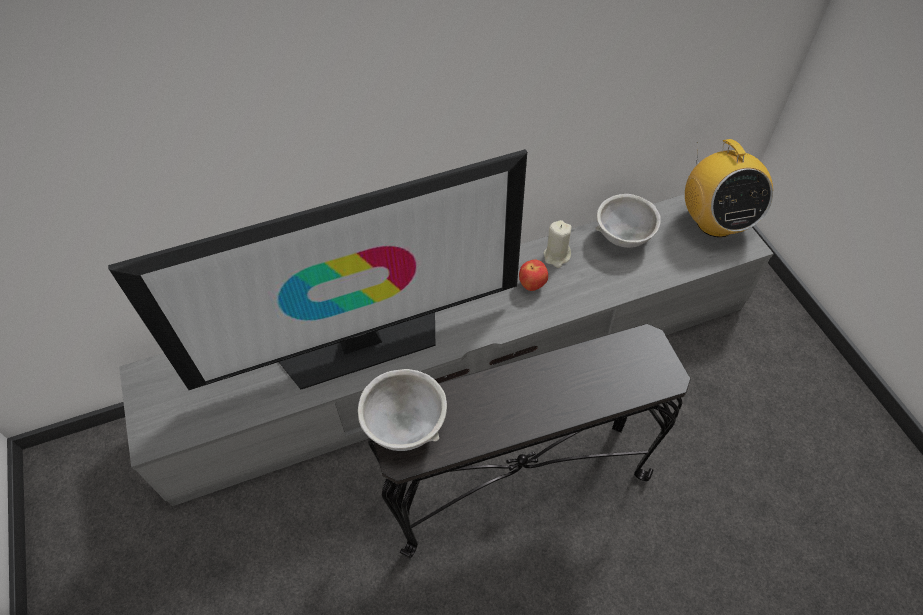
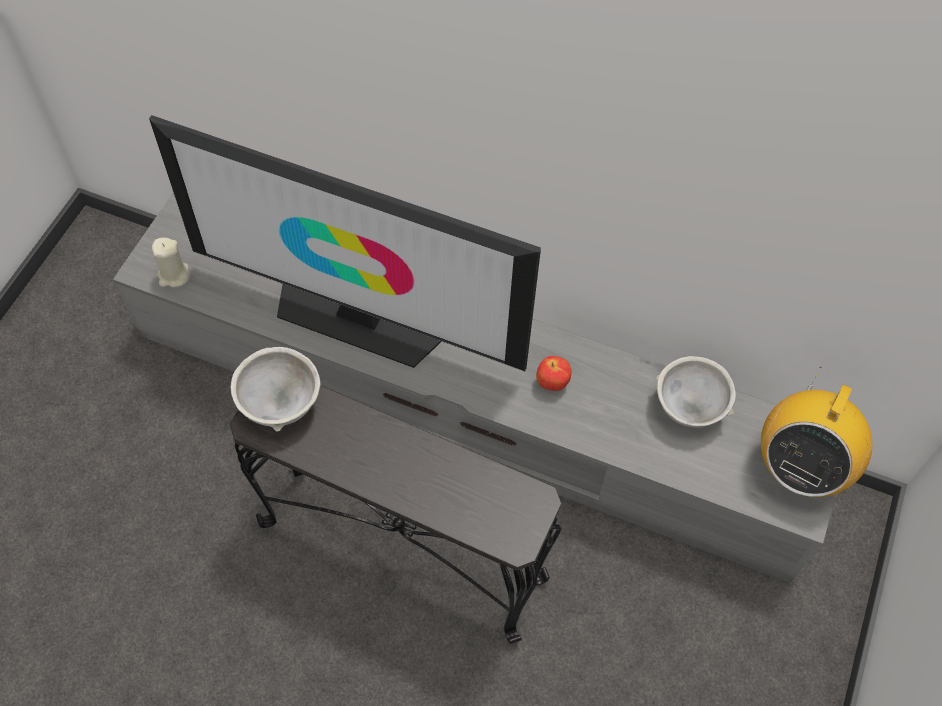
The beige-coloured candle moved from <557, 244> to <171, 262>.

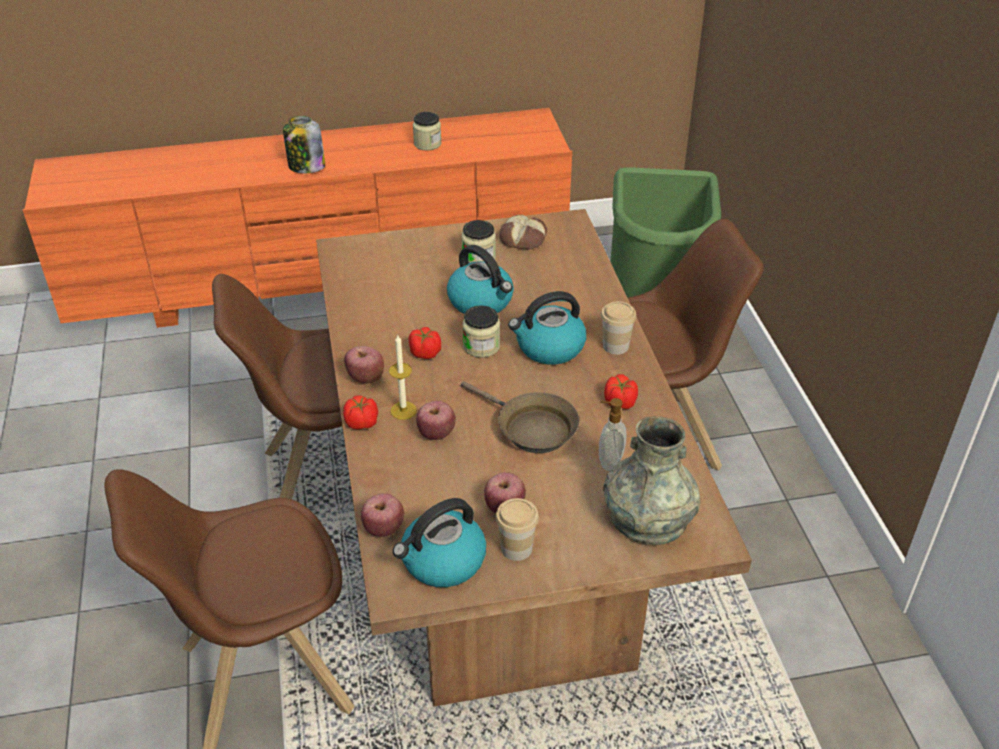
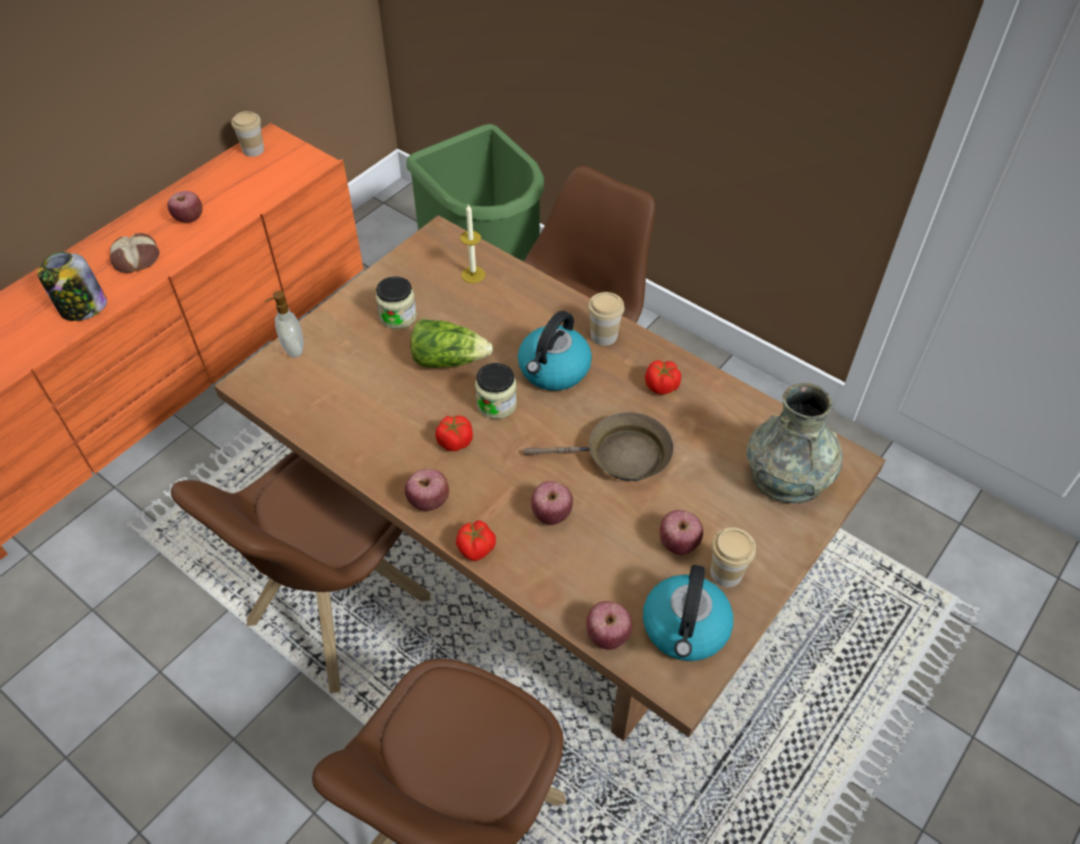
The candle moved from <403, 377> to <472, 243>. The storage jar at <427, 131> was replaced by the whole apple at <185, 207>. The kettle at <480, 279> was replaced by the lettuce head at <452, 343>. The bread moved from <523, 232> to <134, 253>. The soap dispenser moved from <613, 434> to <284, 324>. The drinking cup at <247, 134> appeared.

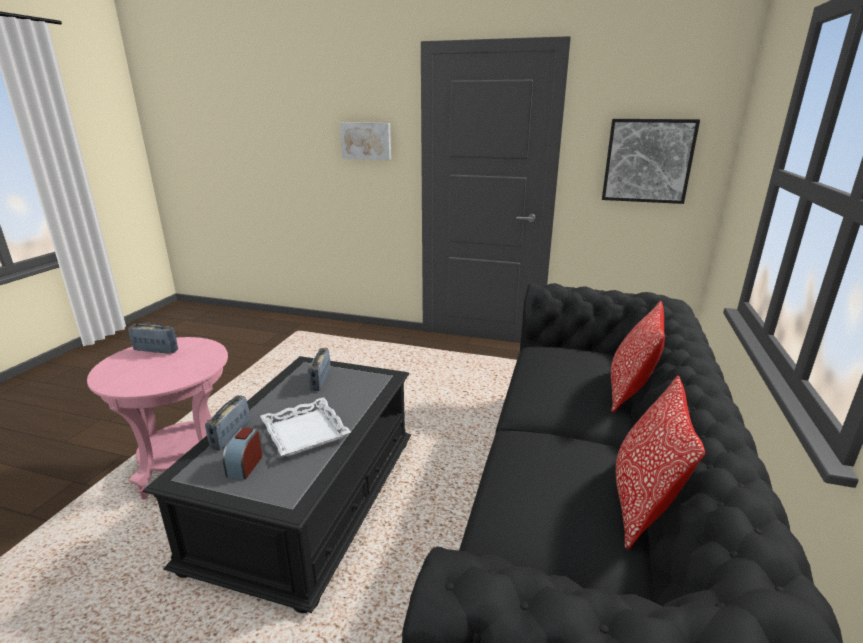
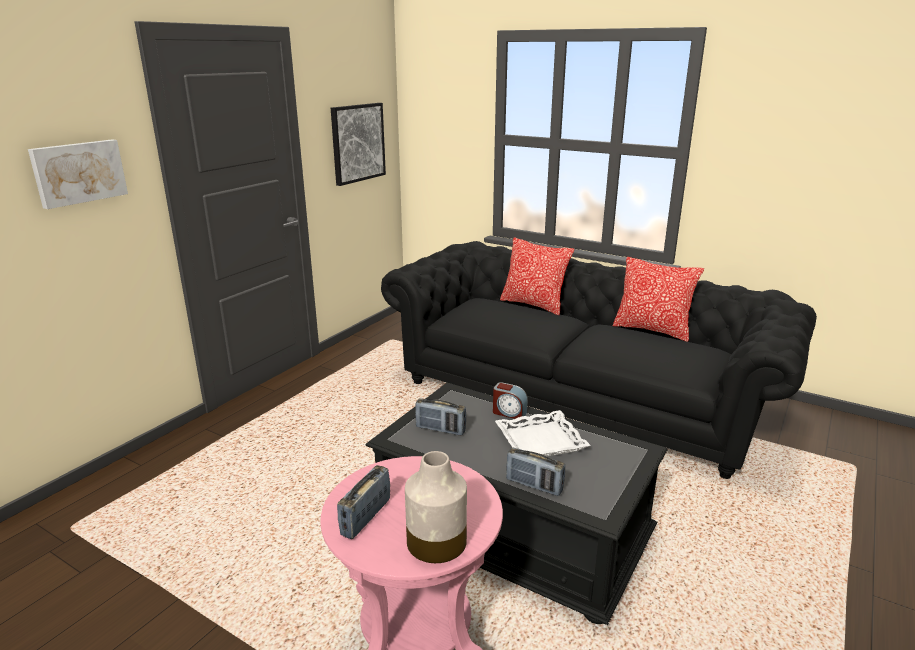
The alarm clock moved from <242, 453> to <510, 400>. The beige-coloured flower vase at <436, 507> appeared.

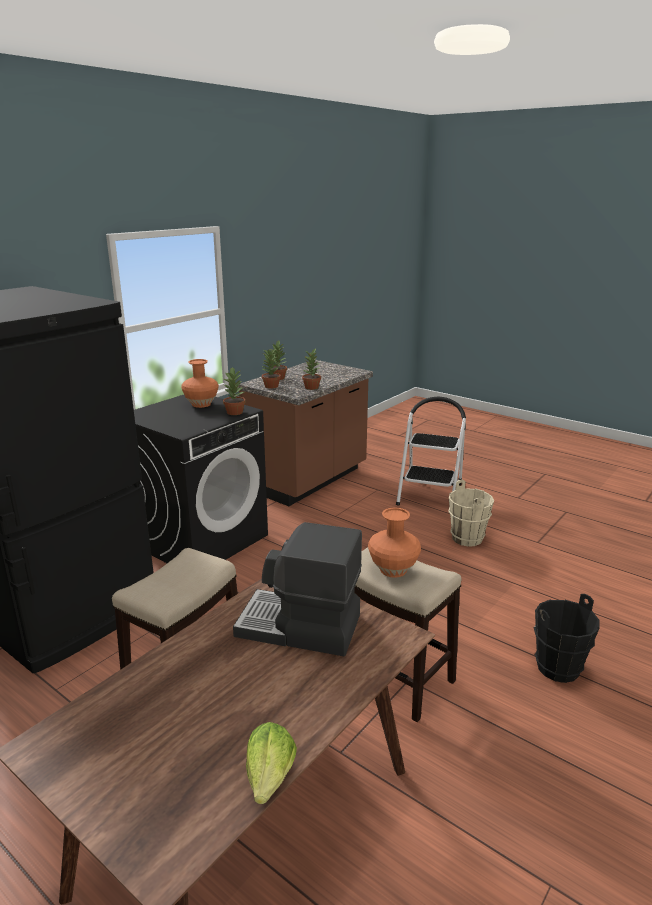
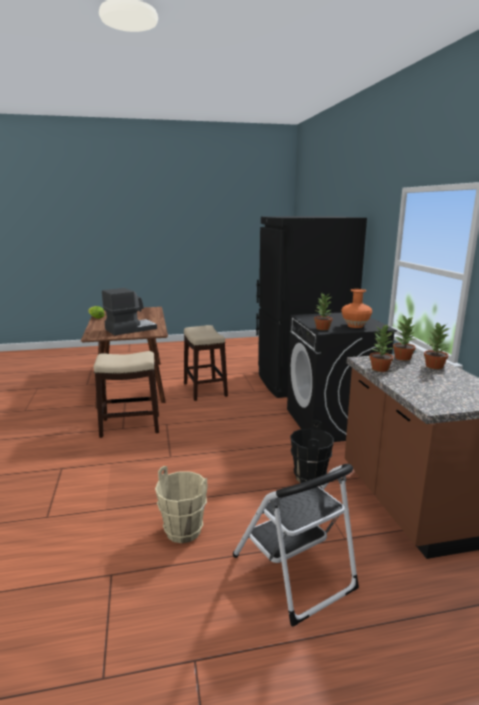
The orangey flower vase at <394, 542> disappeared. The black-coloured water bucket moved from <567, 638> to <312, 451>.

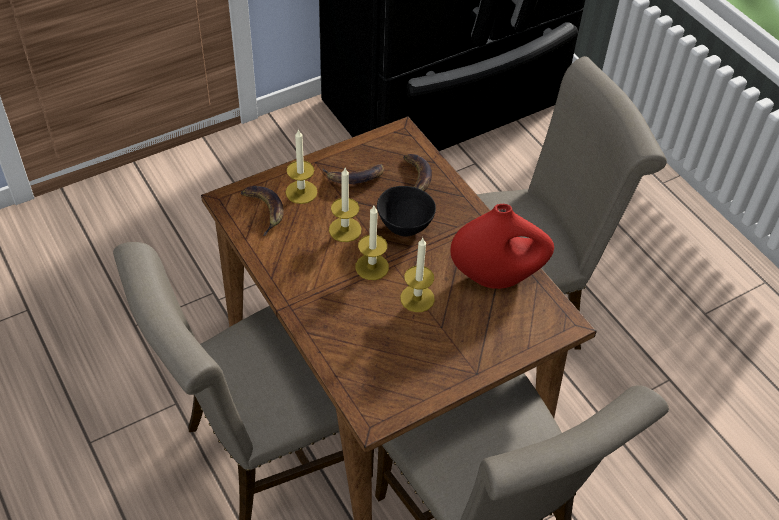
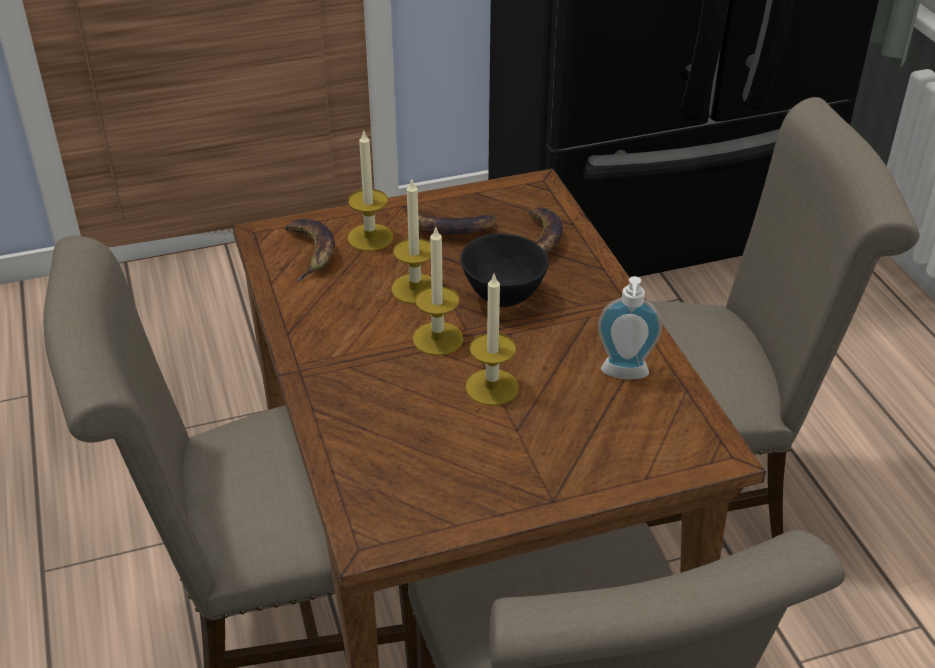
The reddish flower vase at <502, 246> was replaced by the soap dispenser at <630, 327>.

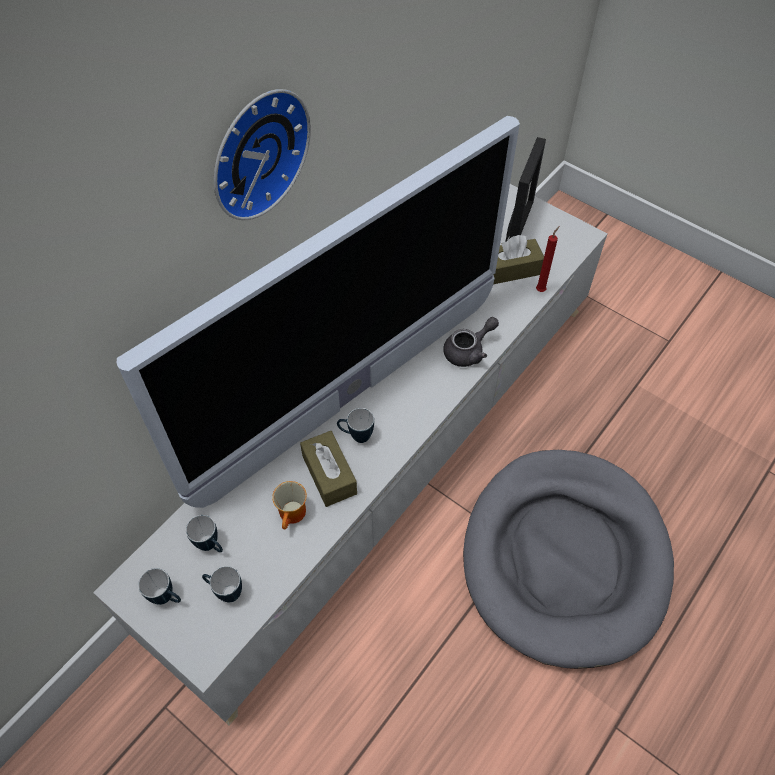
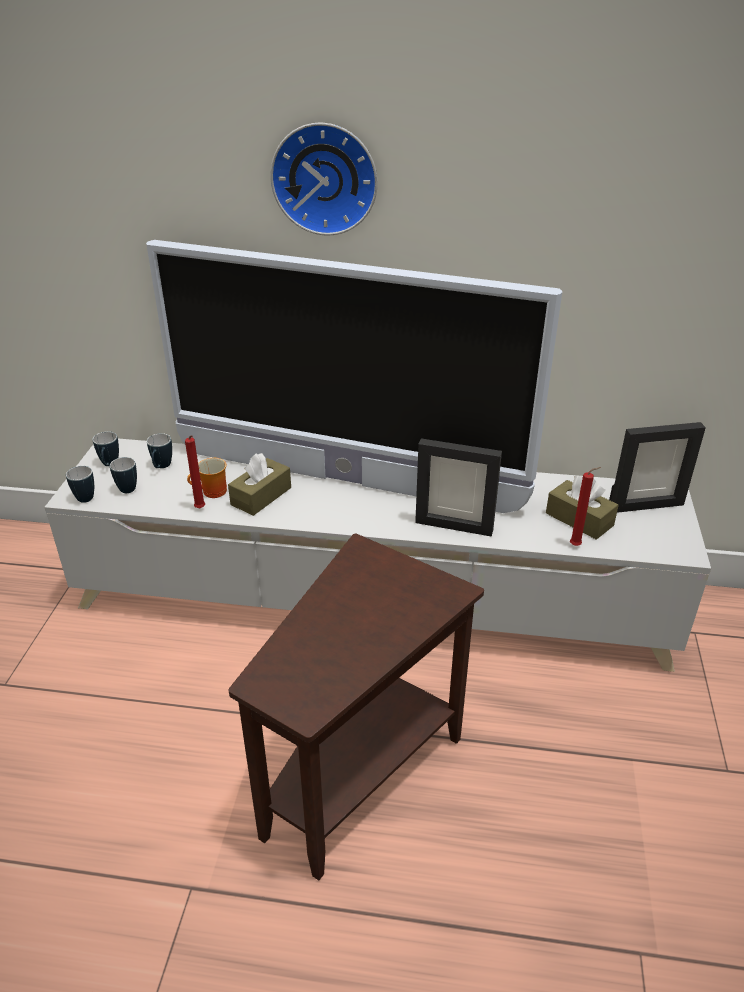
The mug moved from <355, 425> to <80, 484>. The gray pot for tea at <471, 342> was replaced by the photo frame at <458, 487>. The gray pet bed at <568, 559> was replaced by the brown side table at <356, 706>. The reddish candle at <195, 472> appeared.

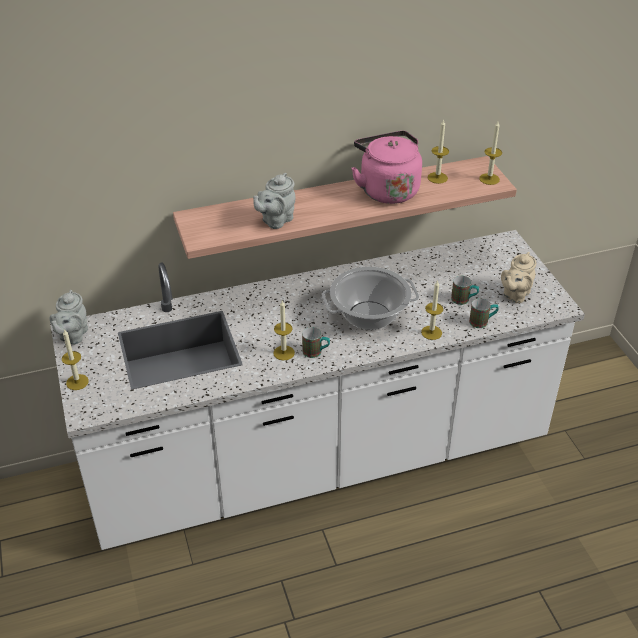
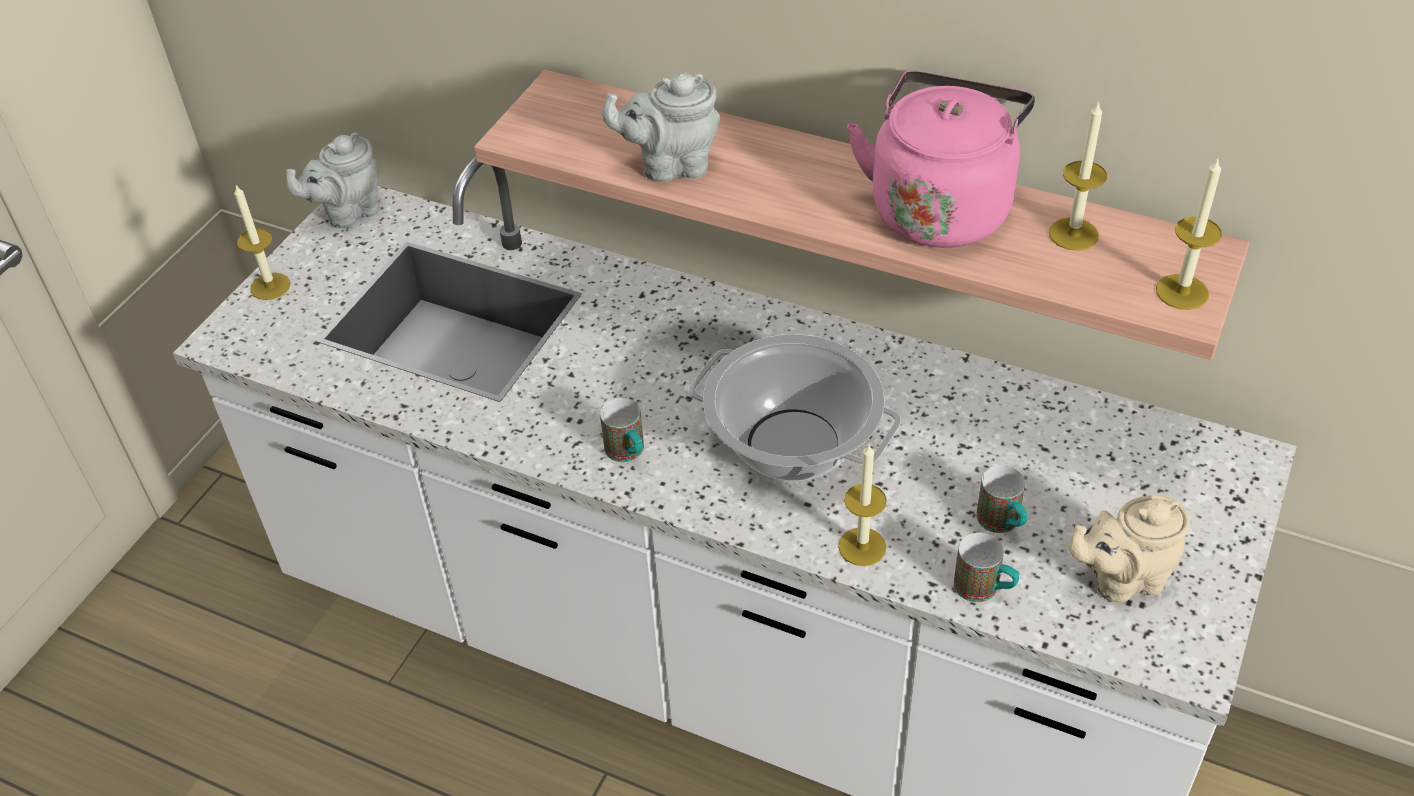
The candle at <284, 331> disappeared.

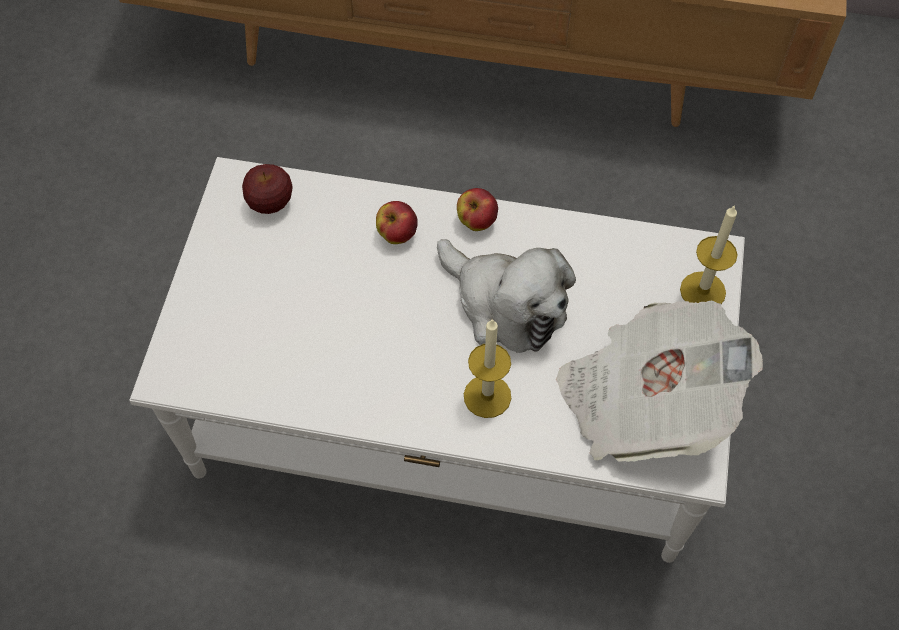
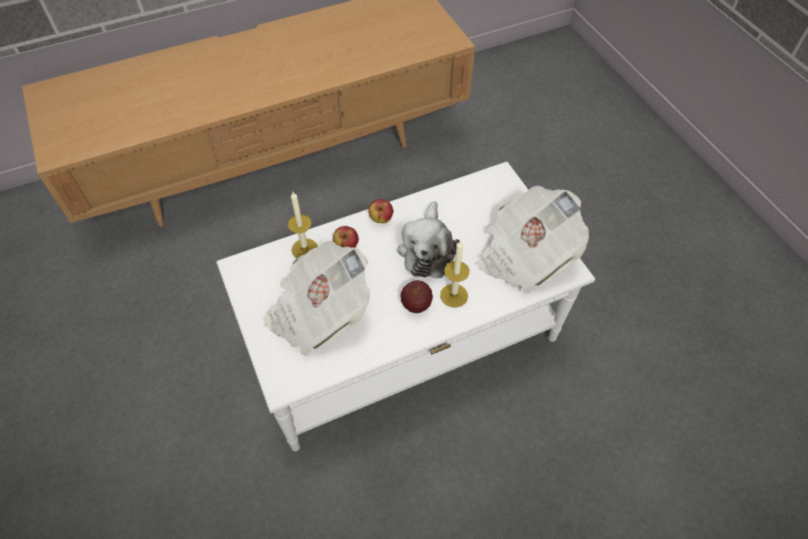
The whole apple moved from <267, 189> to <416, 296>. The plush toy at <506, 296> turned 90 degrees clockwise. The candle moved from <709, 254> to <303, 225>. The daily paper at <316, 298> appeared.

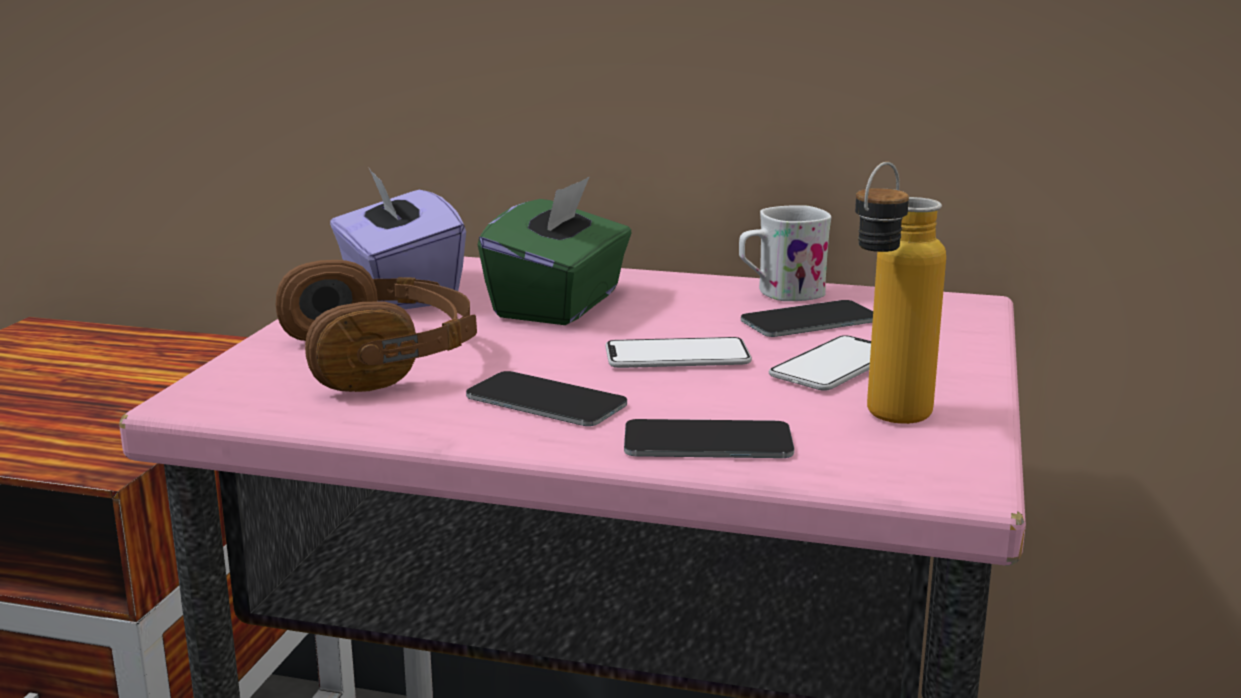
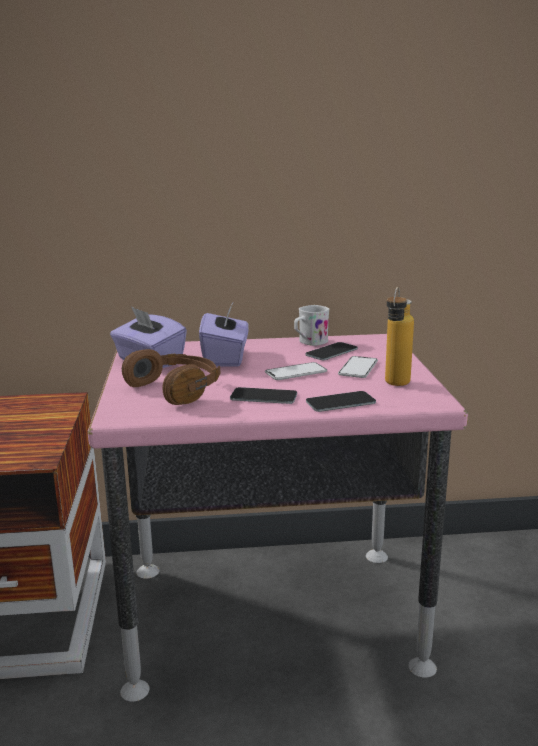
The green box of tissues at <554, 250> became the purplish box of tissues at <224, 335>.

